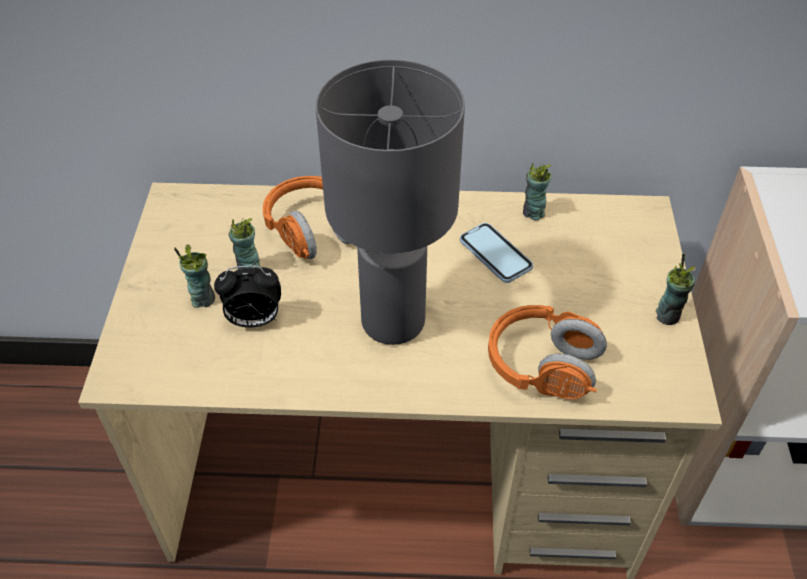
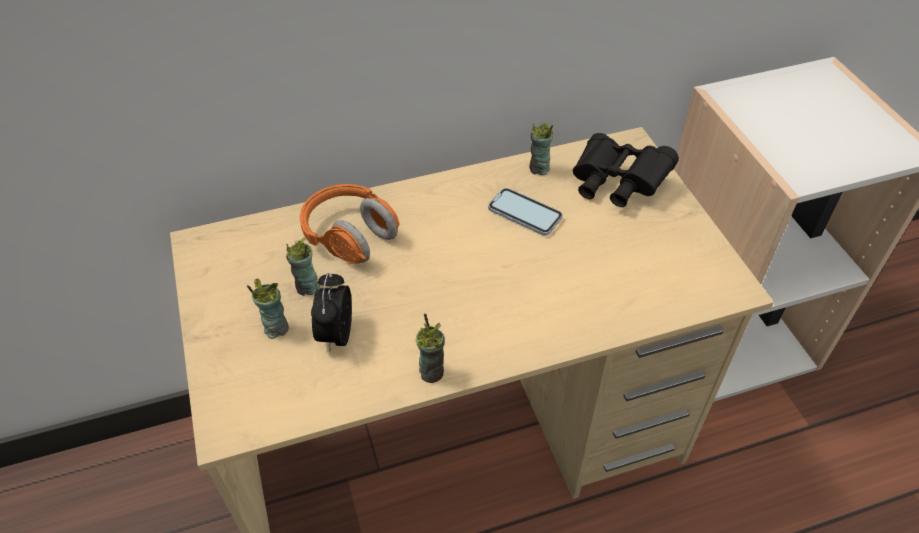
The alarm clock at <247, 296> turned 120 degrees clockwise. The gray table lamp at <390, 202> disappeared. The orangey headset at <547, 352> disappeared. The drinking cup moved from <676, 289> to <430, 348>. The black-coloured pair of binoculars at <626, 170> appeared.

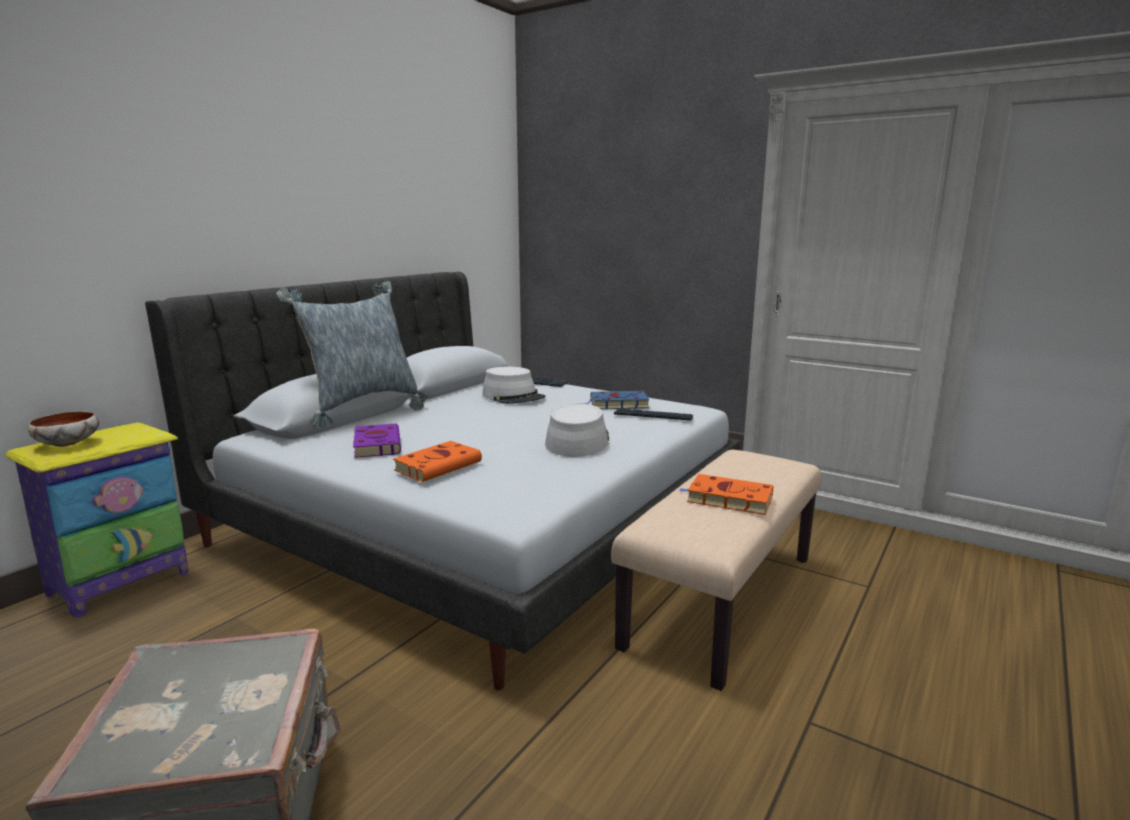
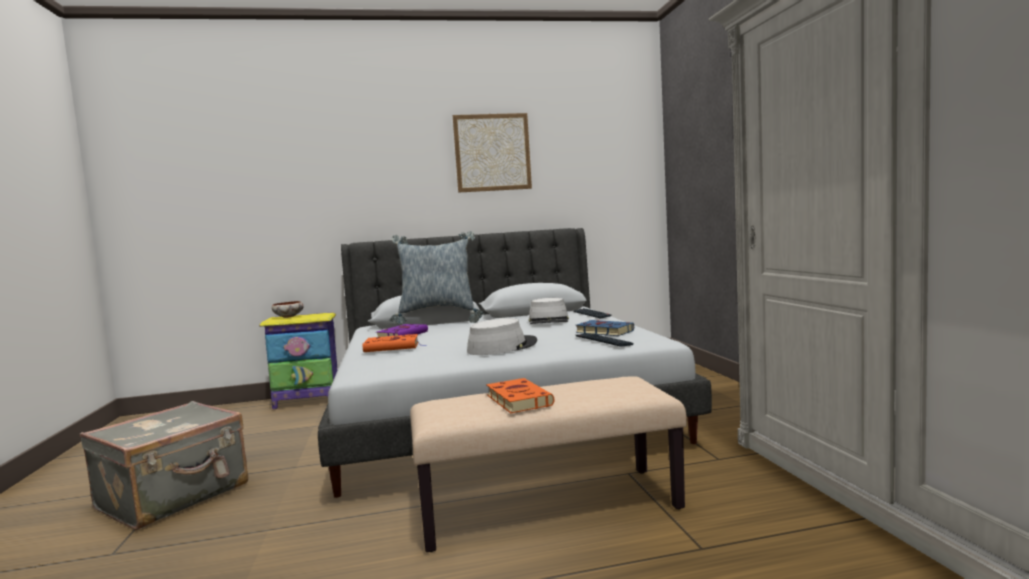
The picture at <492, 153> appeared.

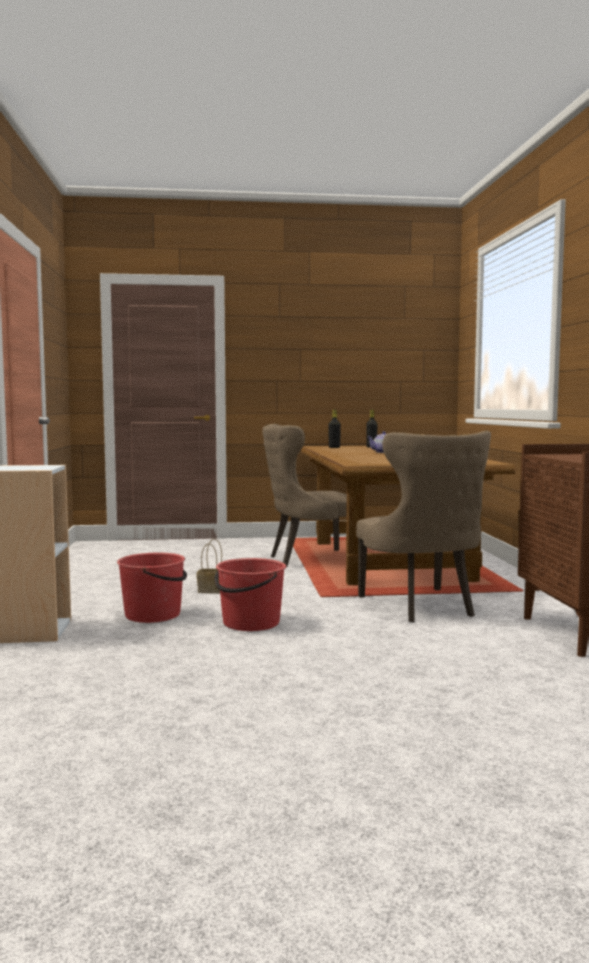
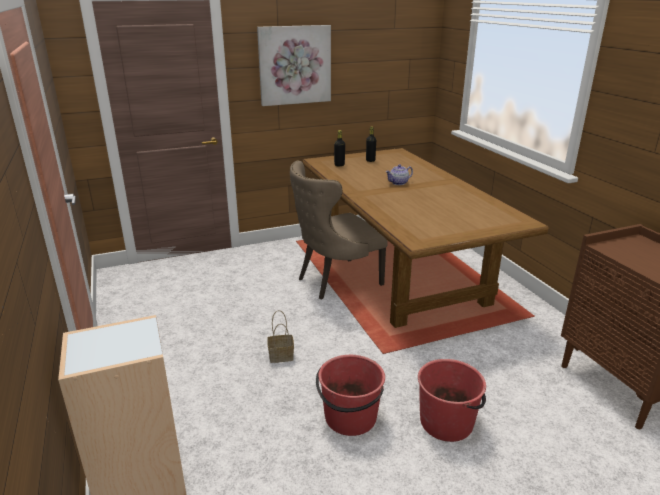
The reddish water bucket moved from <152, 587> to <452, 400>. The beige-coloured plain chair at <423, 526> disappeared. The picture at <294, 65> appeared.

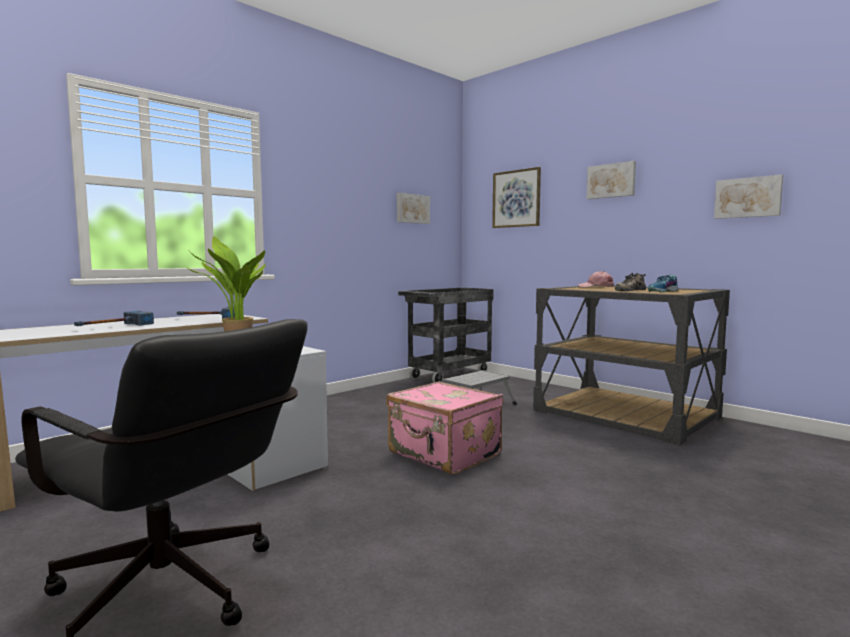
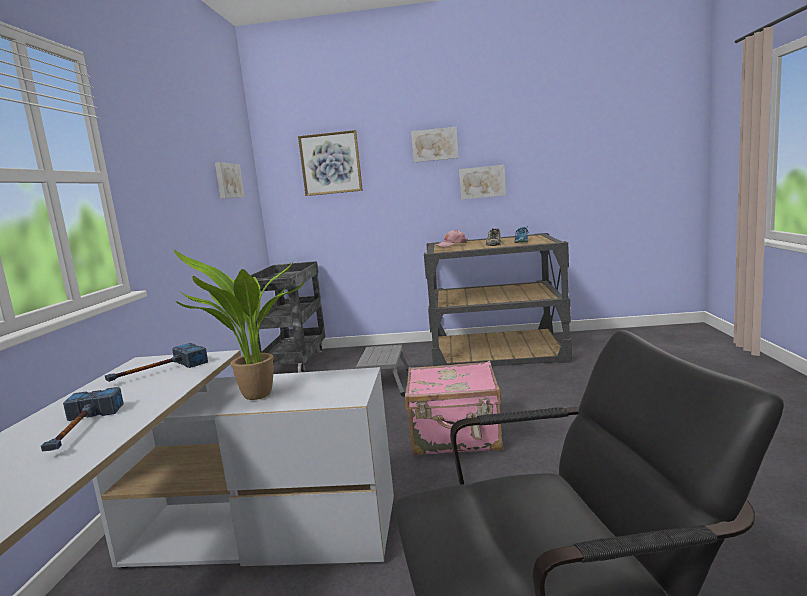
The picture moved from <748, 197> to <482, 182>.

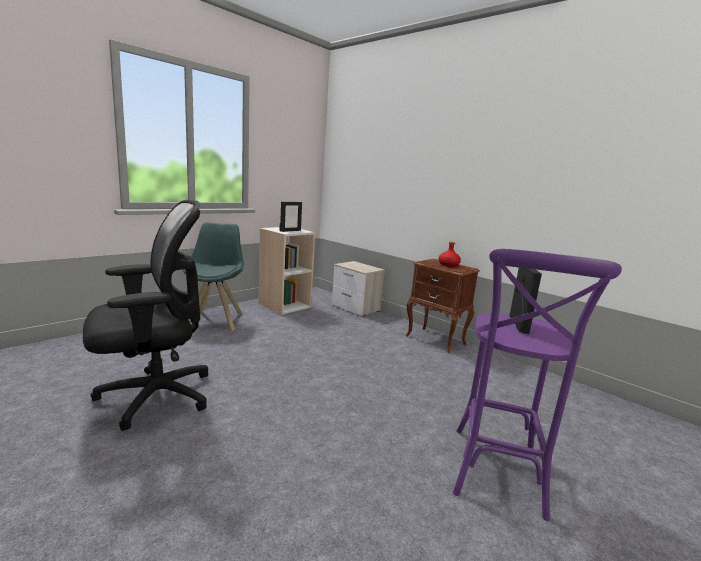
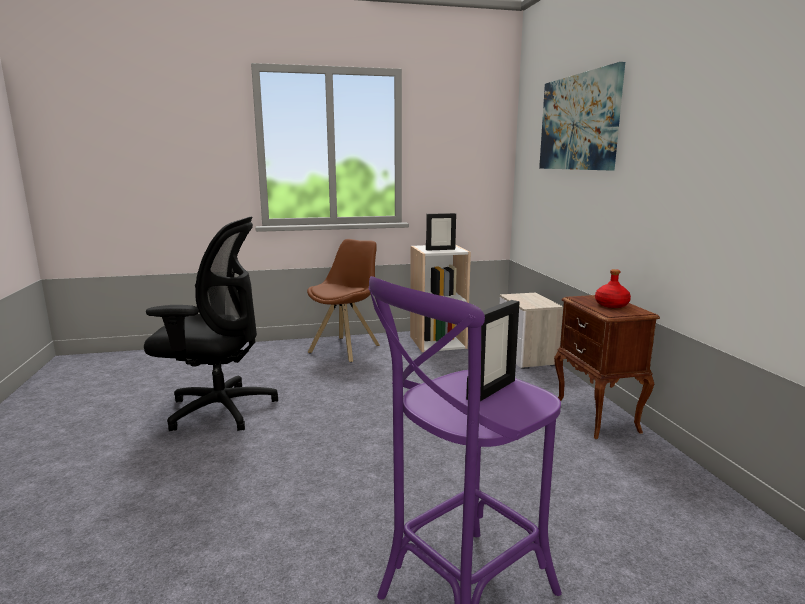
The turquoise-coloured plain chair at <213, 276> became the brown plain chair at <343, 300>. The picture at <582, 116> appeared.

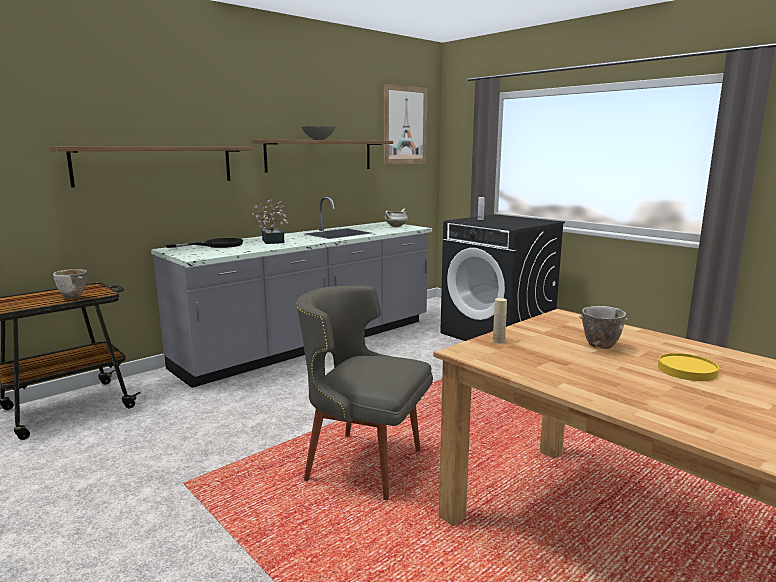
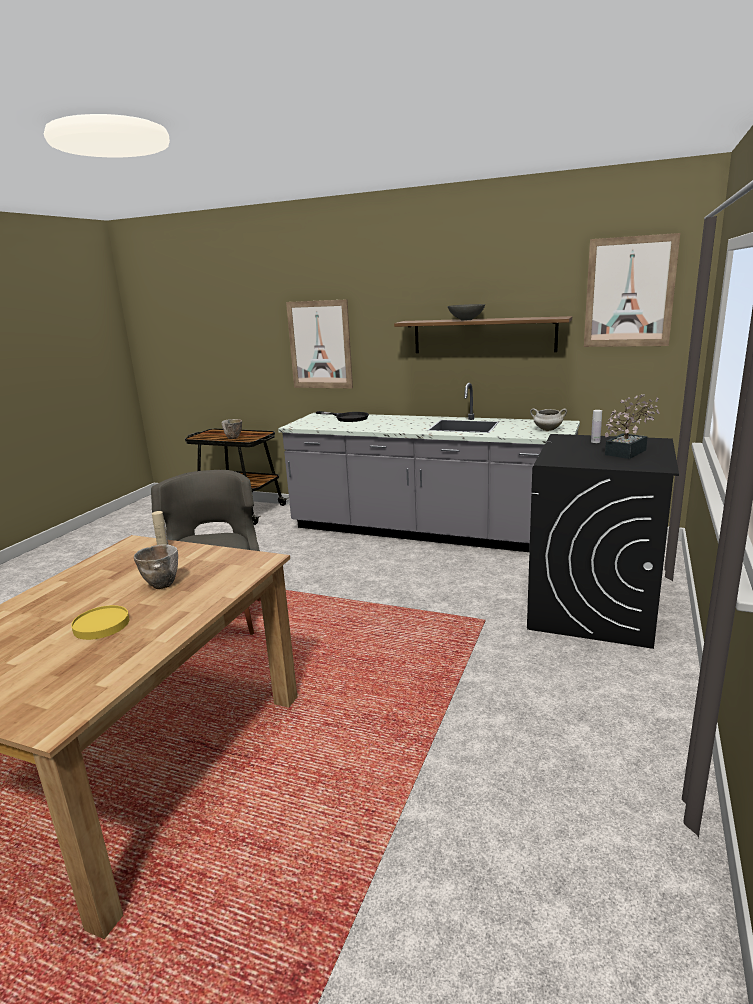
The shelf at <151, 167> was replaced by the picture at <319, 343>. The potted plant moved from <270, 222> to <632, 426>.

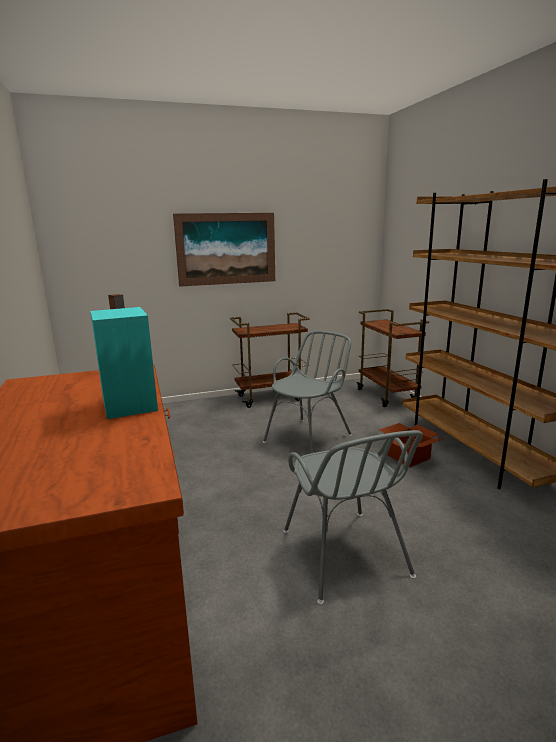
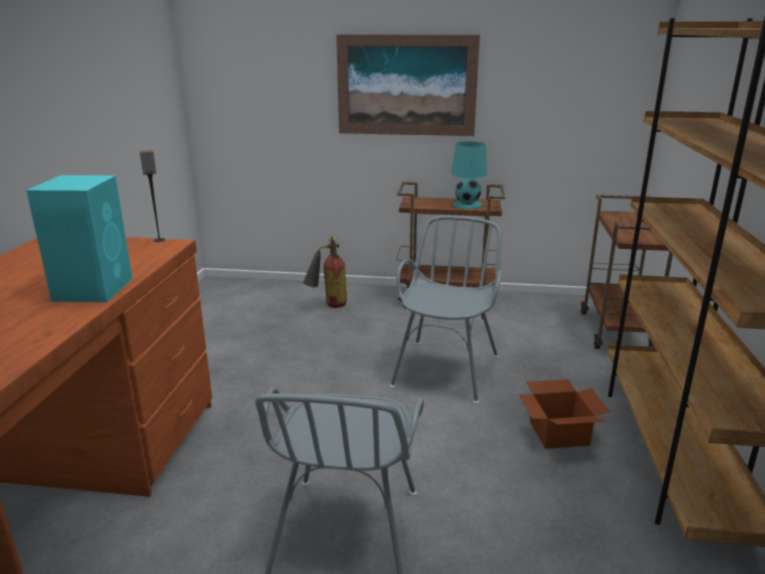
The gray plain chair at <307, 392> turned 45 degrees counterclockwise. The fire-fighting cylinder at <325, 272> appeared. The turquoise-coloured table lamp at <469, 175> appeared.

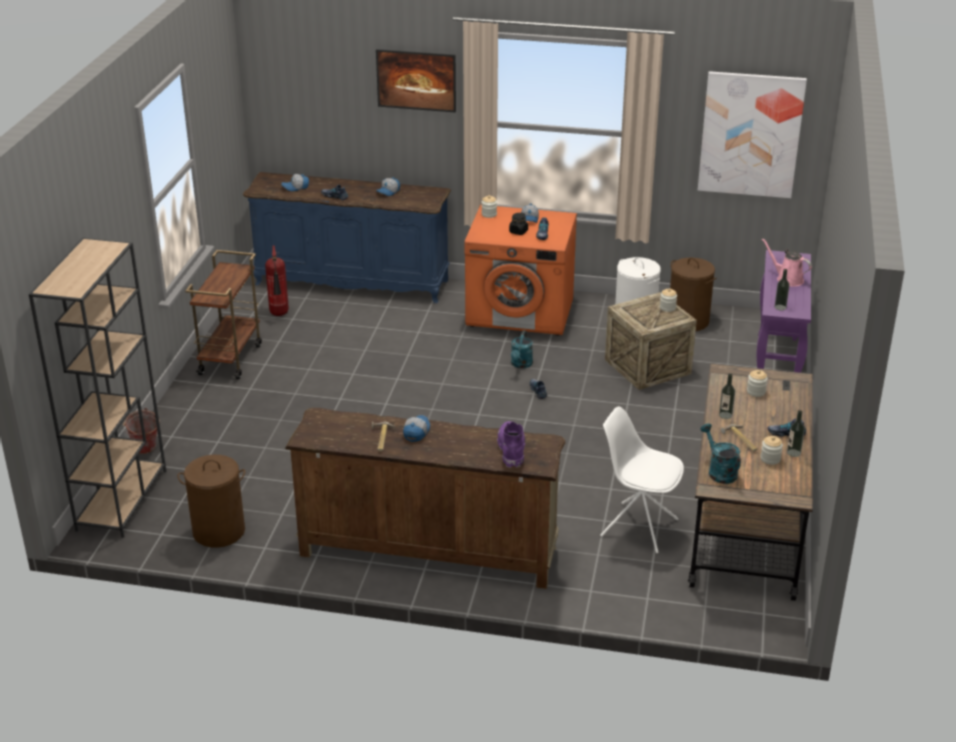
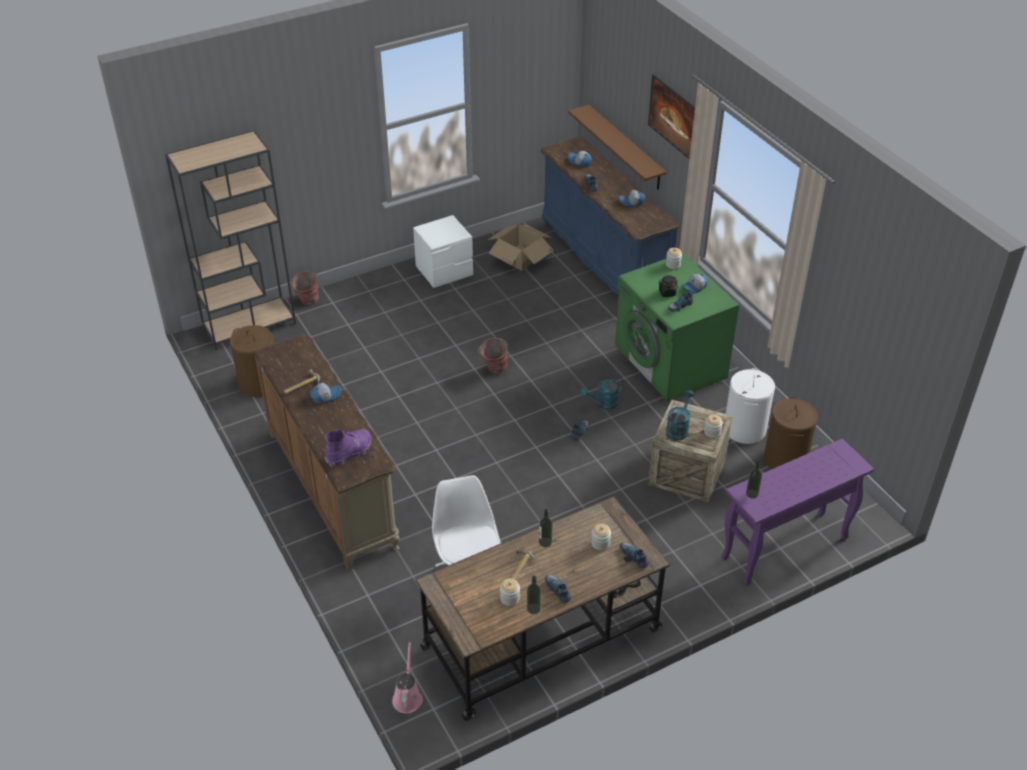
The brown trolley at <223, 315> was replaced by the whitish nightstand at <443, 251>. The fire-fighting cylinder at <277, 281> was replaced by the carton at <521, 248>. The orangey laundry machine at <520, 270> became the green laundry machine at <677, 327>. The picture at <752, 134> disappeared. The turquoise-coloured watering pot moved from <720, 454> to <680, 415>. The pink watering pot moved from <787, 262> to <407, 677>. The water bucket at <493, 356> appeared. The brown shelf at <617, 147> appeared. The low shoe at <634, 555> appeared.

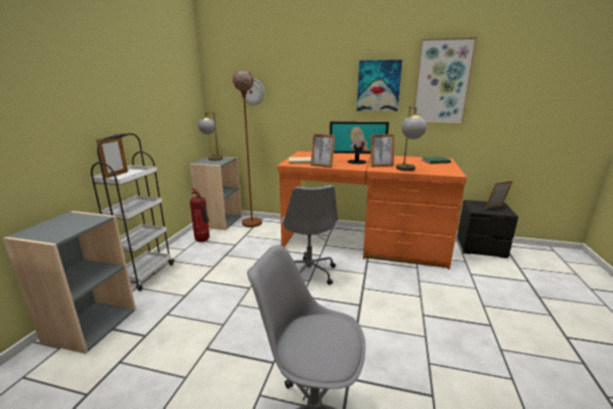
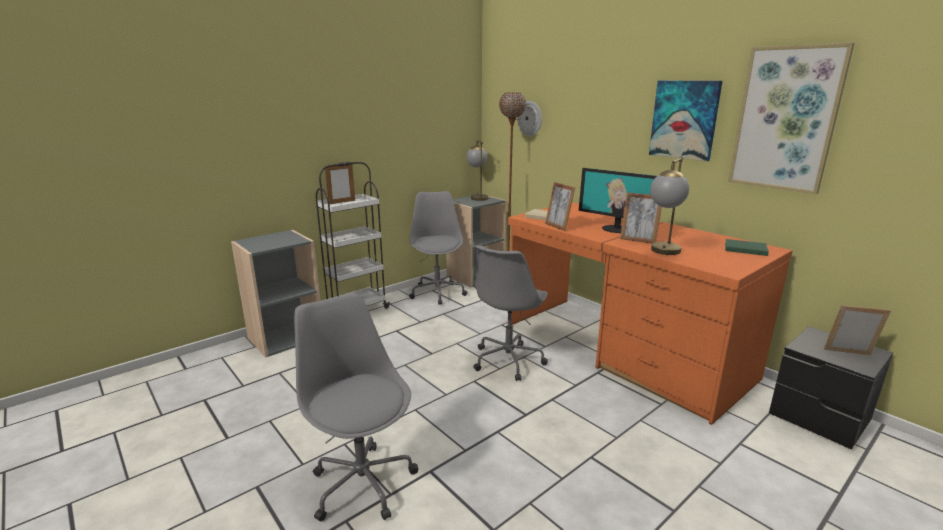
The fire-fighting cylinder at <200, 215> was replaced by the gray desk chair at <438, 248>.

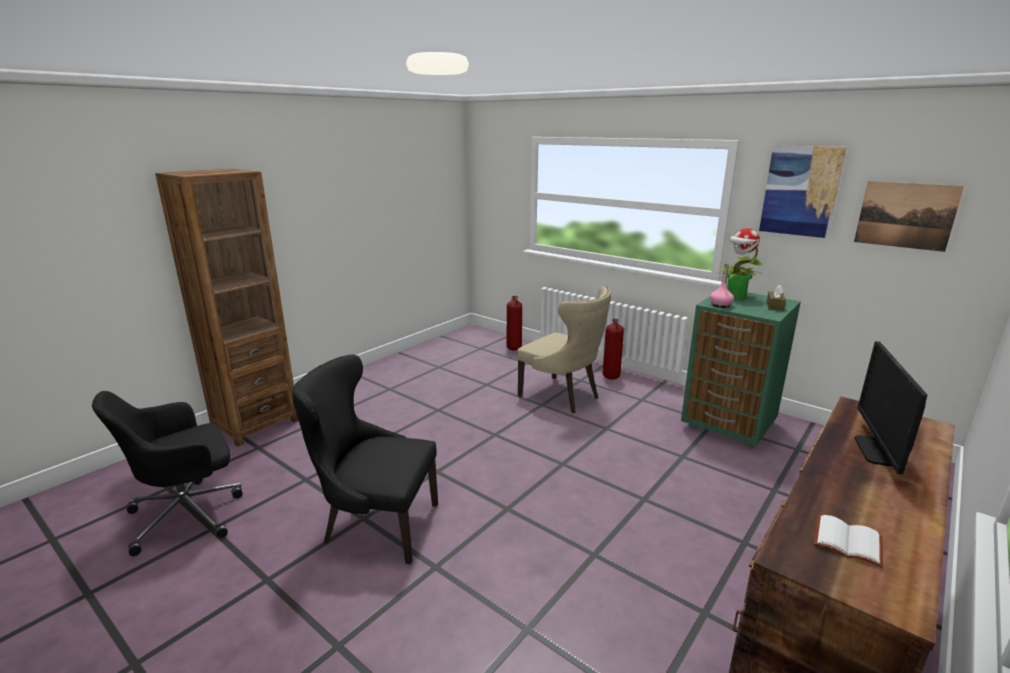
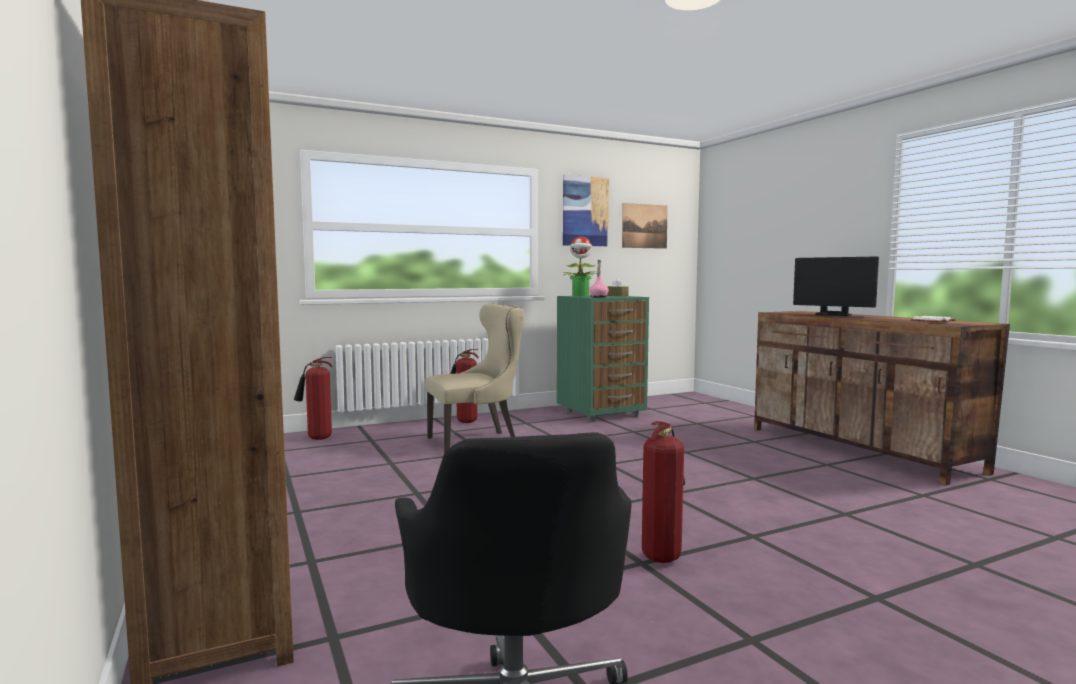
The black-coloured plain chair at <365, 459> was replaced by the fire-fighting cylinder at <663, 492>.

